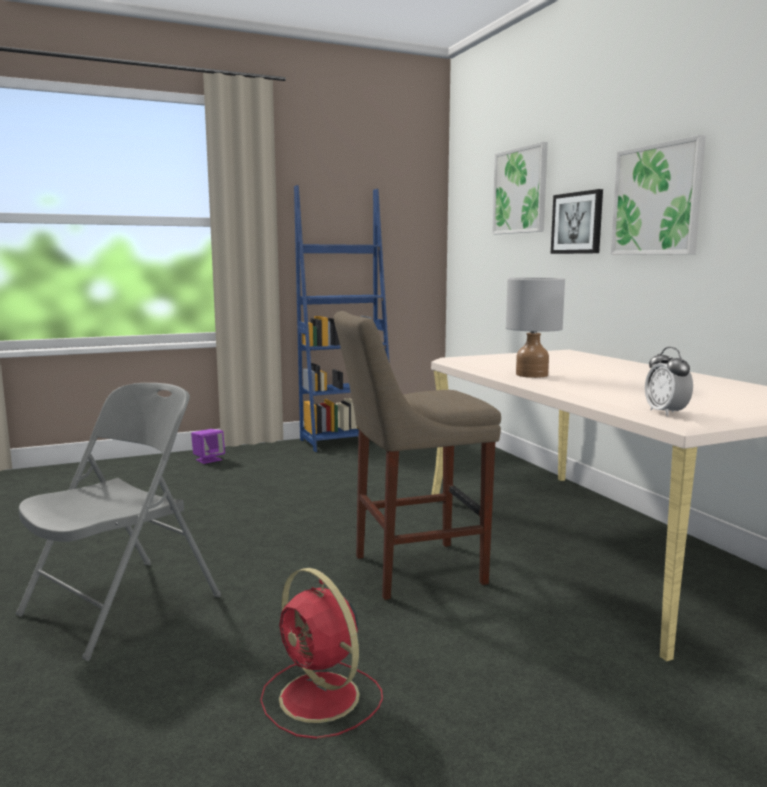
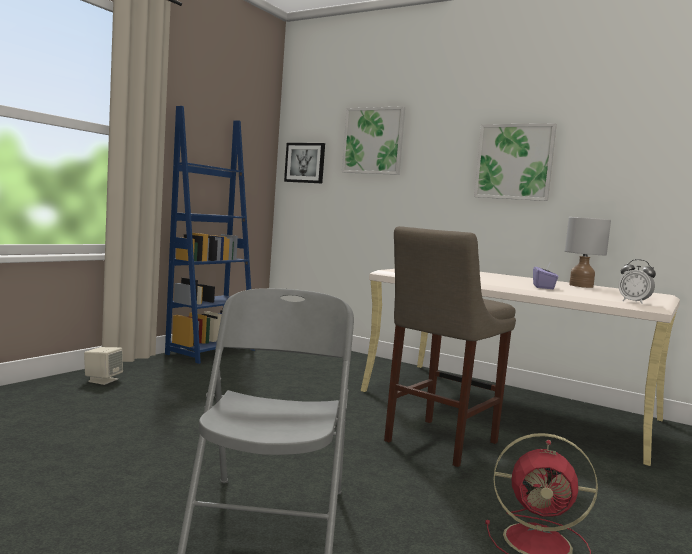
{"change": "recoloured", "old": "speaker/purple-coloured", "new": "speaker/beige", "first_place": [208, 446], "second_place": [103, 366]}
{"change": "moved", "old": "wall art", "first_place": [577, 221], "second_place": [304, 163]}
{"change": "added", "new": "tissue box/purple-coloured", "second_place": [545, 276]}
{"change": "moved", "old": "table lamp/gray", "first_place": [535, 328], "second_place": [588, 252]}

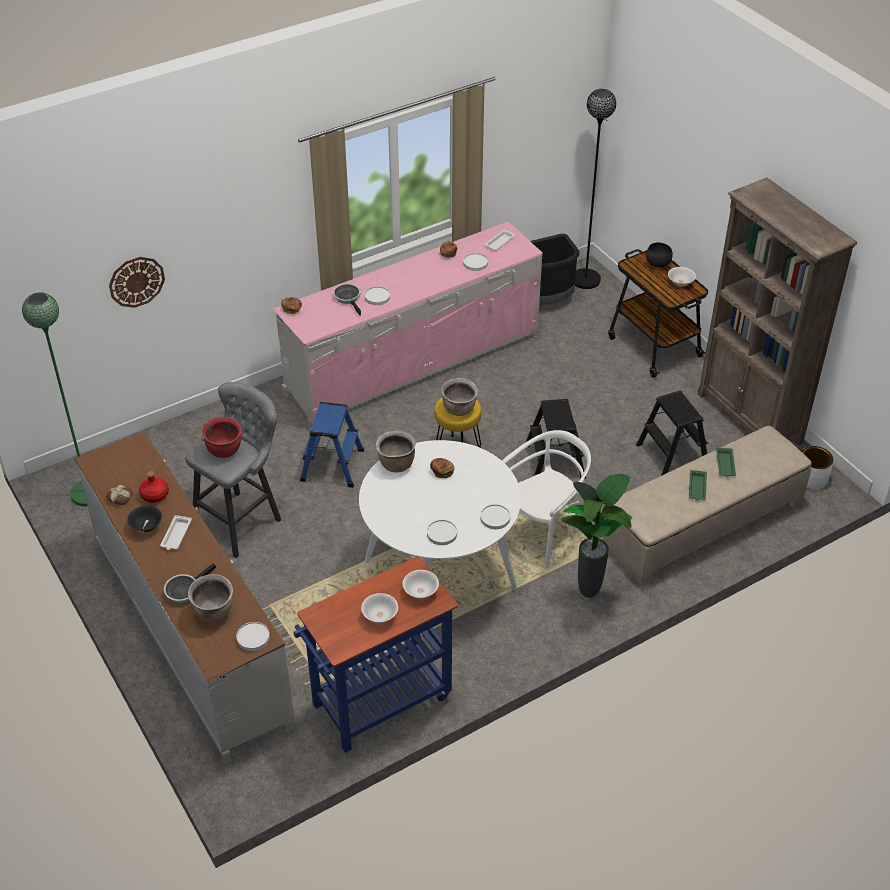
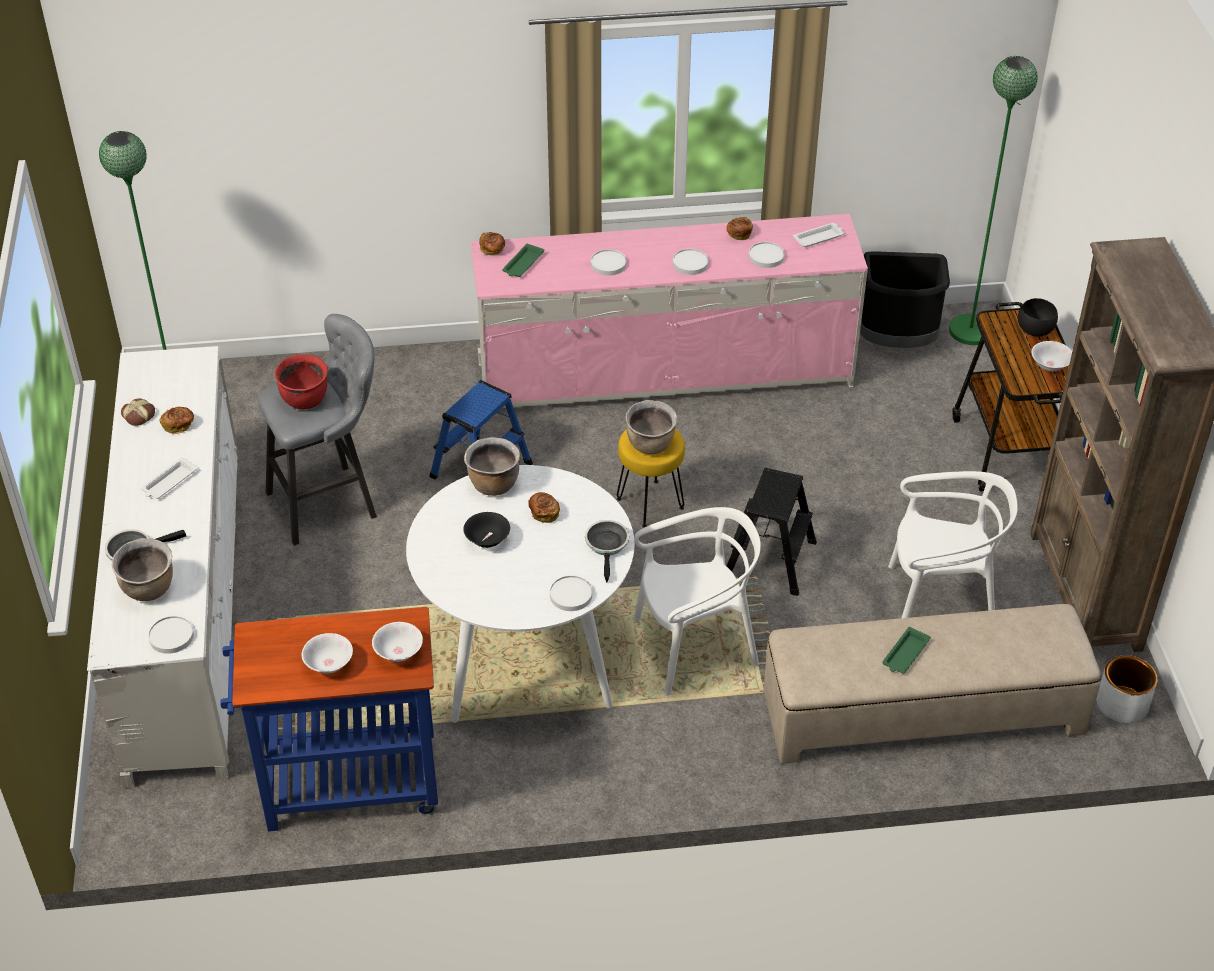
{"change": "recoloured", "old": "storage cabinet/brownish", "new": "storage cabinet/whitish", "first_place": [184, 597], "second_place": [163, 567]}
{"change": "replaced", "old": "beverage bottle/reddish", "new": "bakery bread", "first_place": [154, 487], "second_place": [176, 420]}
{"change": "moved", "old": "deep dish/blackish", "first_place": [144, 518], "second_place": [486, 530]}
{"change": "moved", "old": "serving tray/green-coloured", "first_place": [726, 463], "second_place": [523, 260]}
{"change": "moved", "old": "frying pan", "first_place": [347, 300], "second_place": [607, 551]}
{"change": "moved", "old": "plate/whitish", "first_place": [442, 532], "second_place": [691, 262]}
{"change": "replaced", "old": "step ladder/blackish", "new": "upright chair/whitish", "first_place": [672, 433], "second_place": [953, 544]}
{"change": "recoloured", "old": "standing lamp/blackish", "new": "standing lamp/green-coloured", "first_place": [595, 189], "second_place": [993, 200]}
{"change": "removed", "old": "clock on the wall", "first_place": [137, 282]}
{"change": "removed", "old": "plant in a pot", "first_place": [596, 536]}

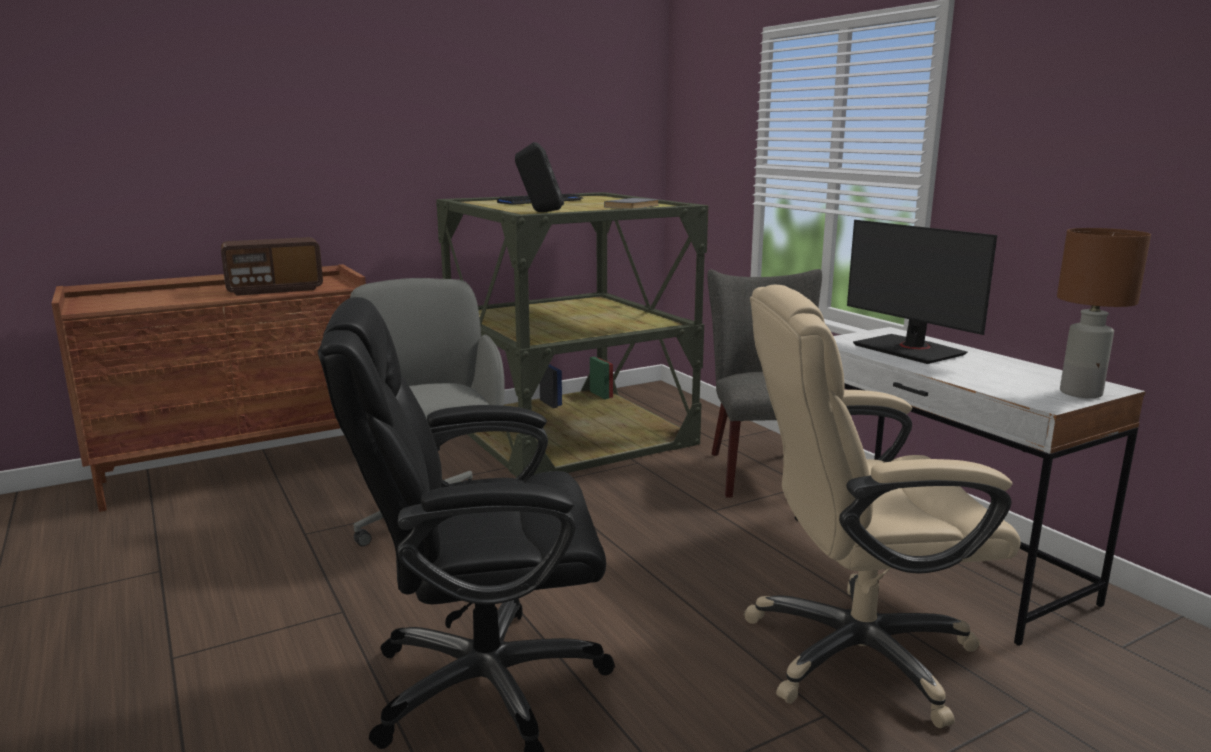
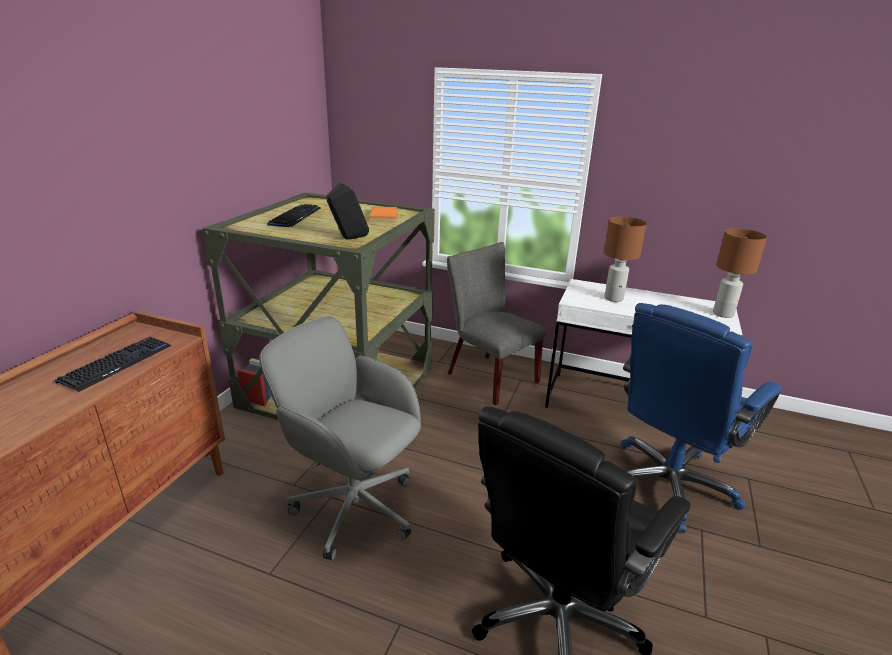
{"change": "replaced", "old": "radio", "new": "PC keyboard", "first_place": [272, 266], "second_place": [113, 364]}
{"change": "recoloured", "old": "bound book/gray", "new": "bound book/orange-coloured", "first_place": [631, 203], "second_place": [383, 214]}
{"change": "replaced", "old": "monitor", "new": "table lamp/brownish", "first_place": [922, 292], "second_place": [625, 259]}
{"change": "recoloured", "old": "office chair/beige", "new": "office chair/bluish", "first_place": [882, 506], "second_place": [702, 418]}

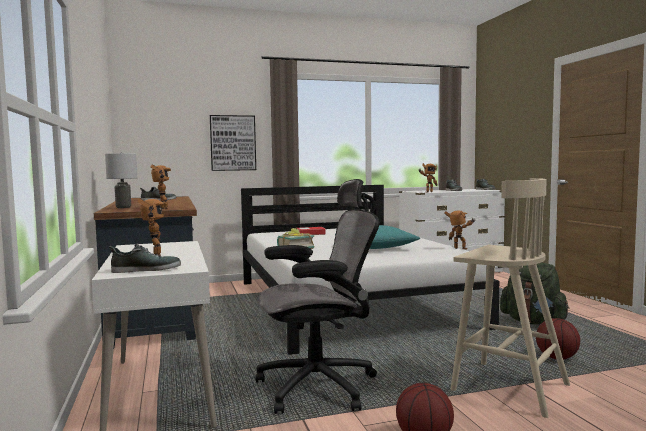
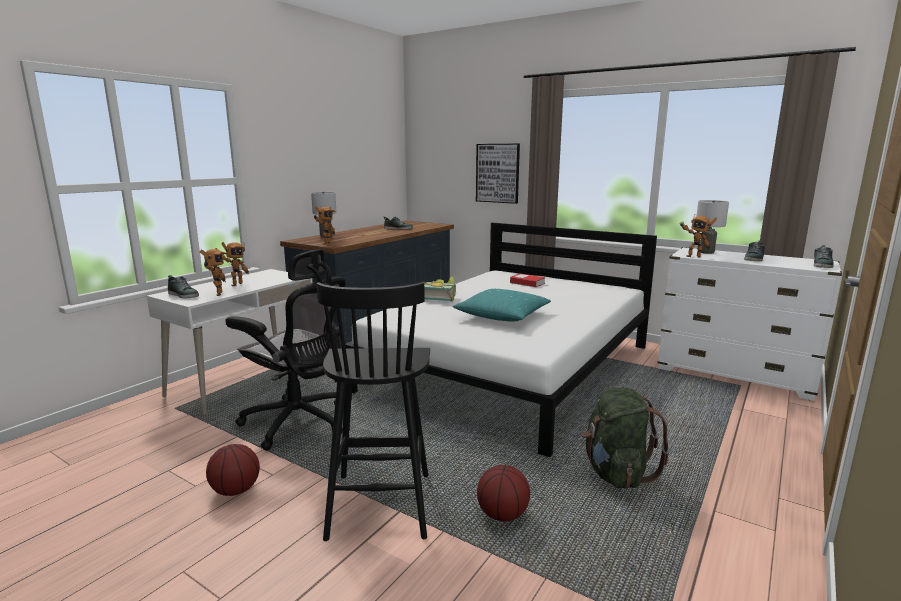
{"change": "moved", "old": "toy robot", "first_place": [459, 229], "second_place": [213, 272]}
{"change": "recoloured", "old": "stool/beige", "new": "stool/blackish", "first_place": [510, 298], "second_place": [373, 411]}
{"change": "added", "new": "table lamp/whitish", "second_place": [712, 227]}

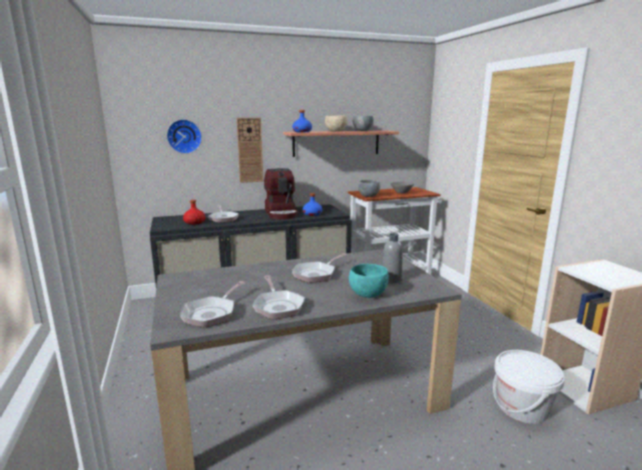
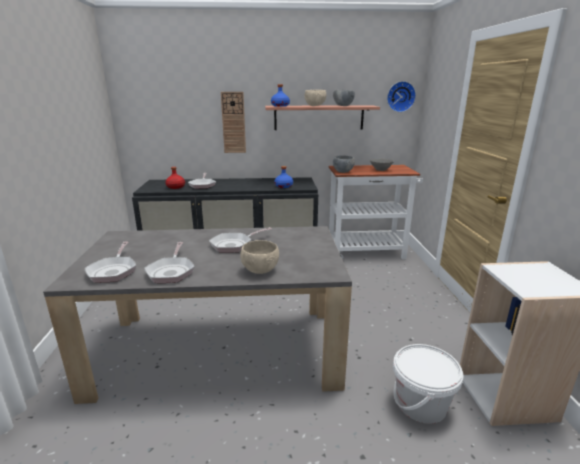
{"change": "turned", "old": "frying pan", "first_place": [212, 304], "second_place": [110, 262], "degrees": -45}
{"change": "recoloured", "old": "deep dish/blue-green", "new": "deep dish/beige", "first_place": [369, 281], "second_place": [259, 257]}
{"change": "moved", "old": "clock on the wall", "first_place": [184, 136], "second_place": [401, 96]}
{"change": "removed", "old": "coffee machine", "first_place": [281, 194]}
{"change": "removed", "old": "beverage bottle/gray", "first_place": [392, 258]}

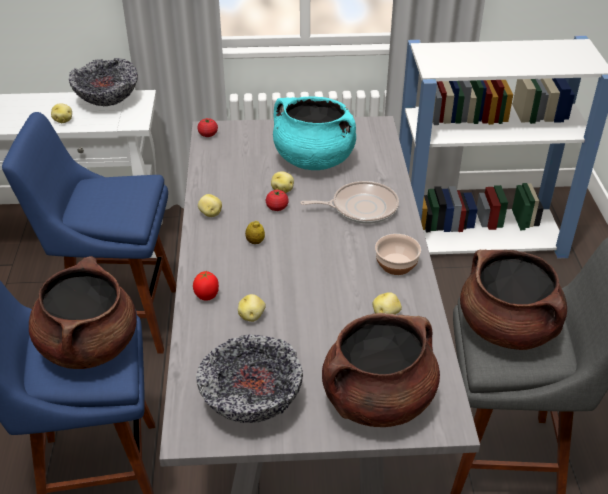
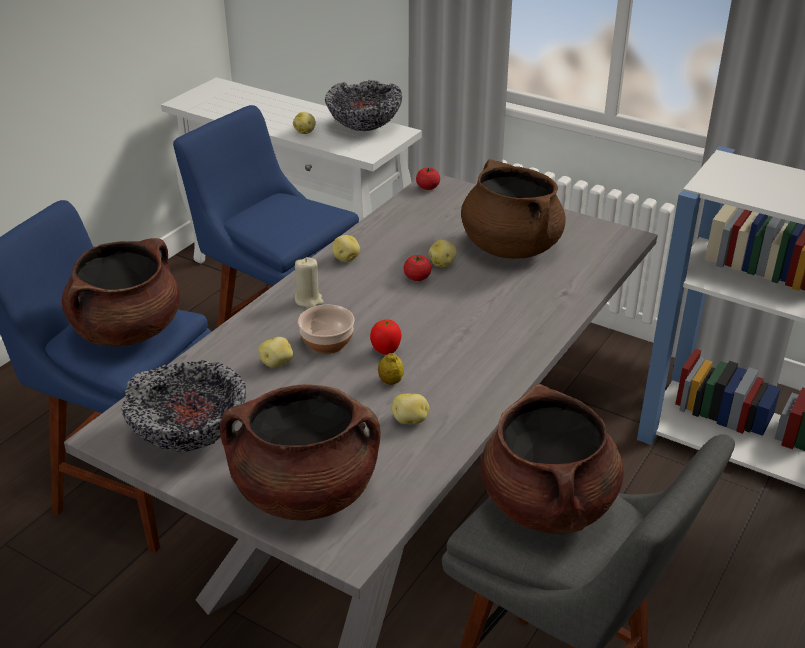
{"change": "added", "new": "wax candle/beige", "second_place": [309, 282]}
{"change": "moved", "old": "deep dish", "first_place": [398, 254], "second_place": [326, 329]}
{"change": "moved", "old": "whole tomato", "first_place": [206, 286], "second_place": [385, 337]}
{"change": "moved", "old": "lemon", "first_place": [255, 232], "second_place": [391, 369]}
{"change": "recoloured", "old": "cooking pot/blue-green", "new": "cooking pot/brownish", "first_place": [314, 133], "second_place": [513, 209]}
{"change": "removed", "old": "frying pan", "first_place": [349, 202]}

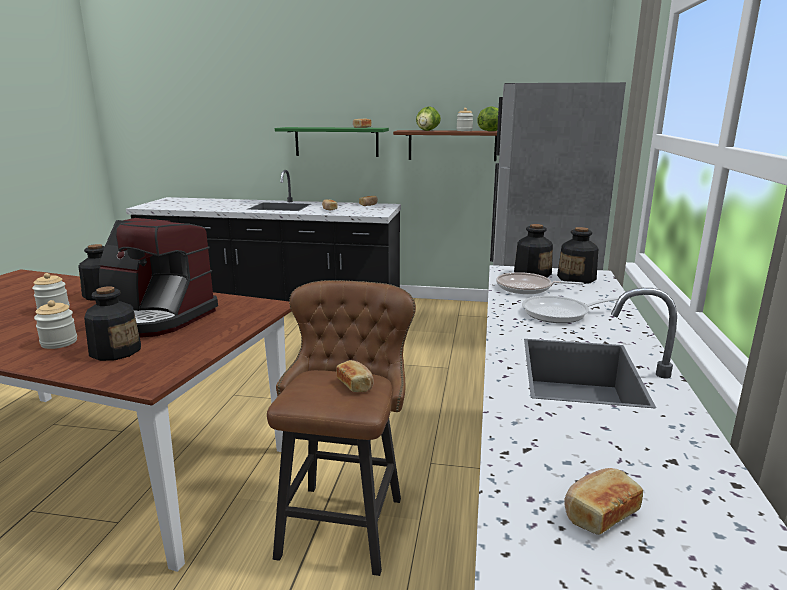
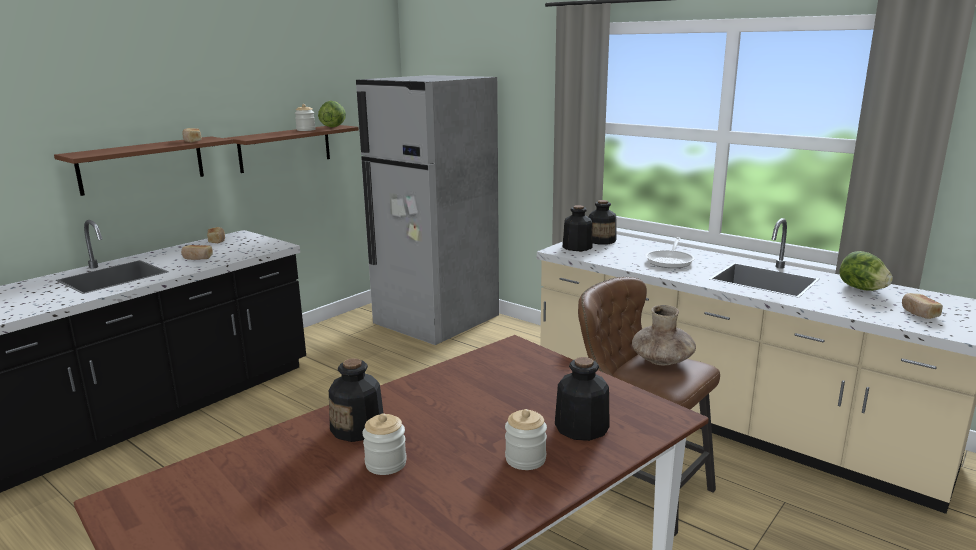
{"change": "recoloured", "old": "shelf/green-coloured", "new": "shelf/brownish", "first_place": [332, 142], "second_place": [143, 166]}
{"change": "replaced", "old": "bakery bread", "new": "vase/brownish", "first_place": [355, 376], "second_place": [664, 335]}
{"change": "moved", "old": "lettuce head", "first_place": [428, 118], "second_place": [866, 271]}
{"change": "removed", "old": "coffee machine", "first_place": [158, 278]}
{"change": "removed", "old": "frying pan", "first_place": [540, 283]}

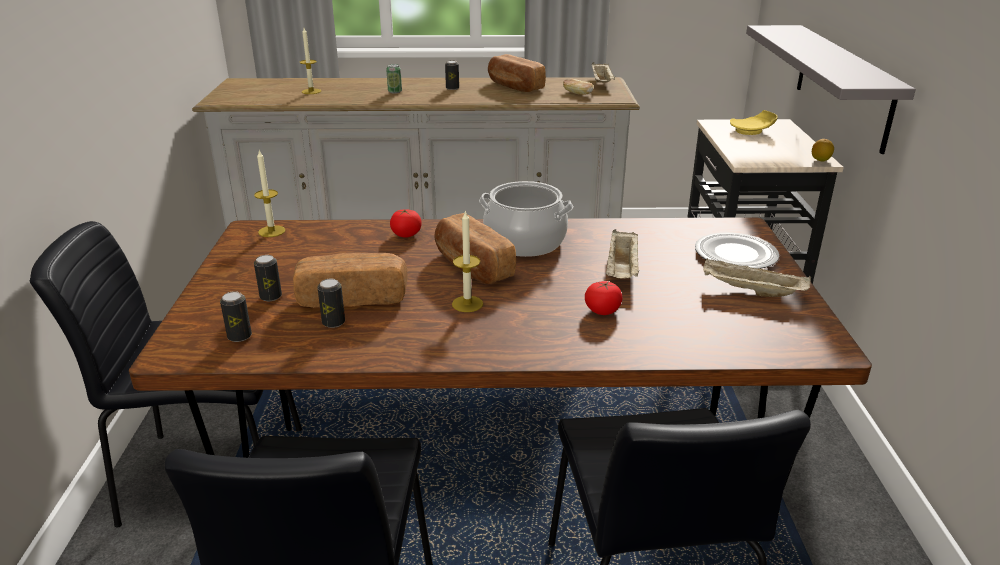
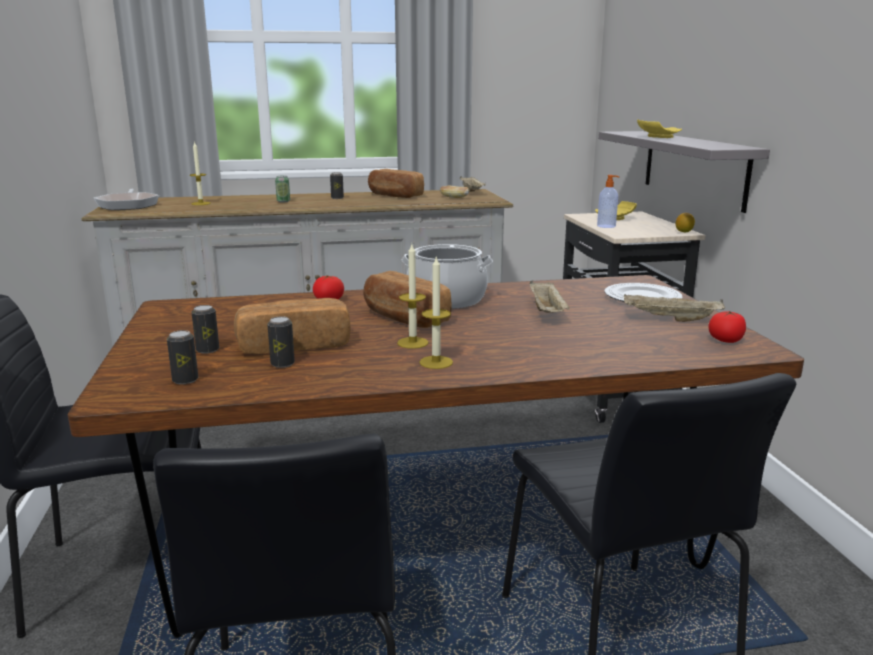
{"change": "added", "new": "frying pan", "second_place": [126, 199]}
{"change": "moved", "old": "wax candle", "first_place": [269, 194], "second_place": [436, 312]}
{"change": "added", "new": "soap dispenser", "second_place": [608, 201]}
{"change": "added", "new": "plate/yellow-coloured", "second_place": [659, 128]}
{"change": "moved", "old": "whole tomato", "first_place": [604, 298], "second_place": [727, 327]}

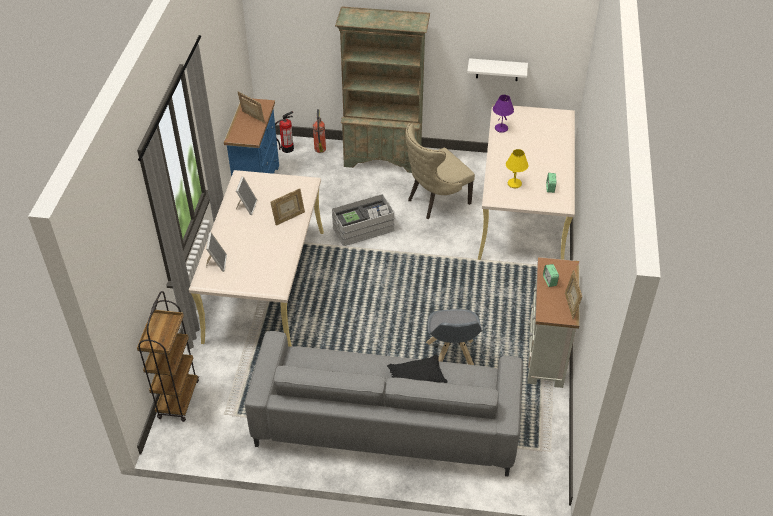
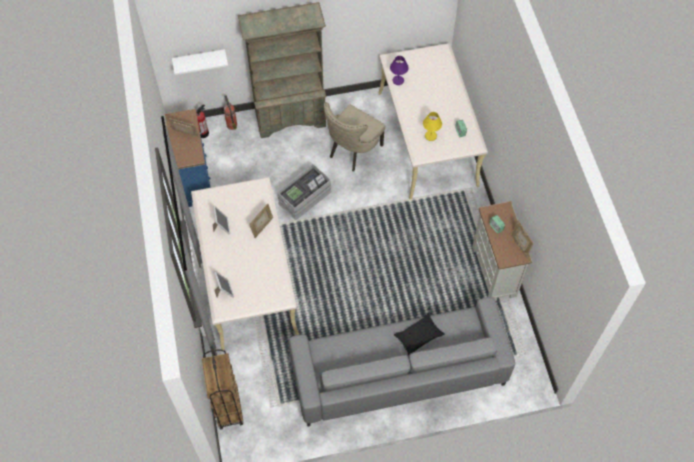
{"change": "moved", "old": "shelf/whitish", "first_place": [497, 69], "second_place": [200, 62]}
{"change": "removed", "old": "upright chair/gray", "first_place": [454, 337]}

